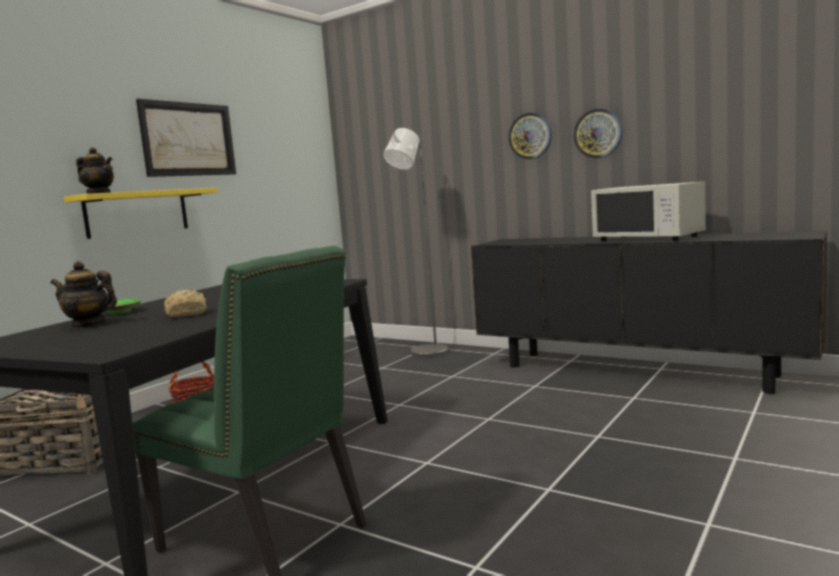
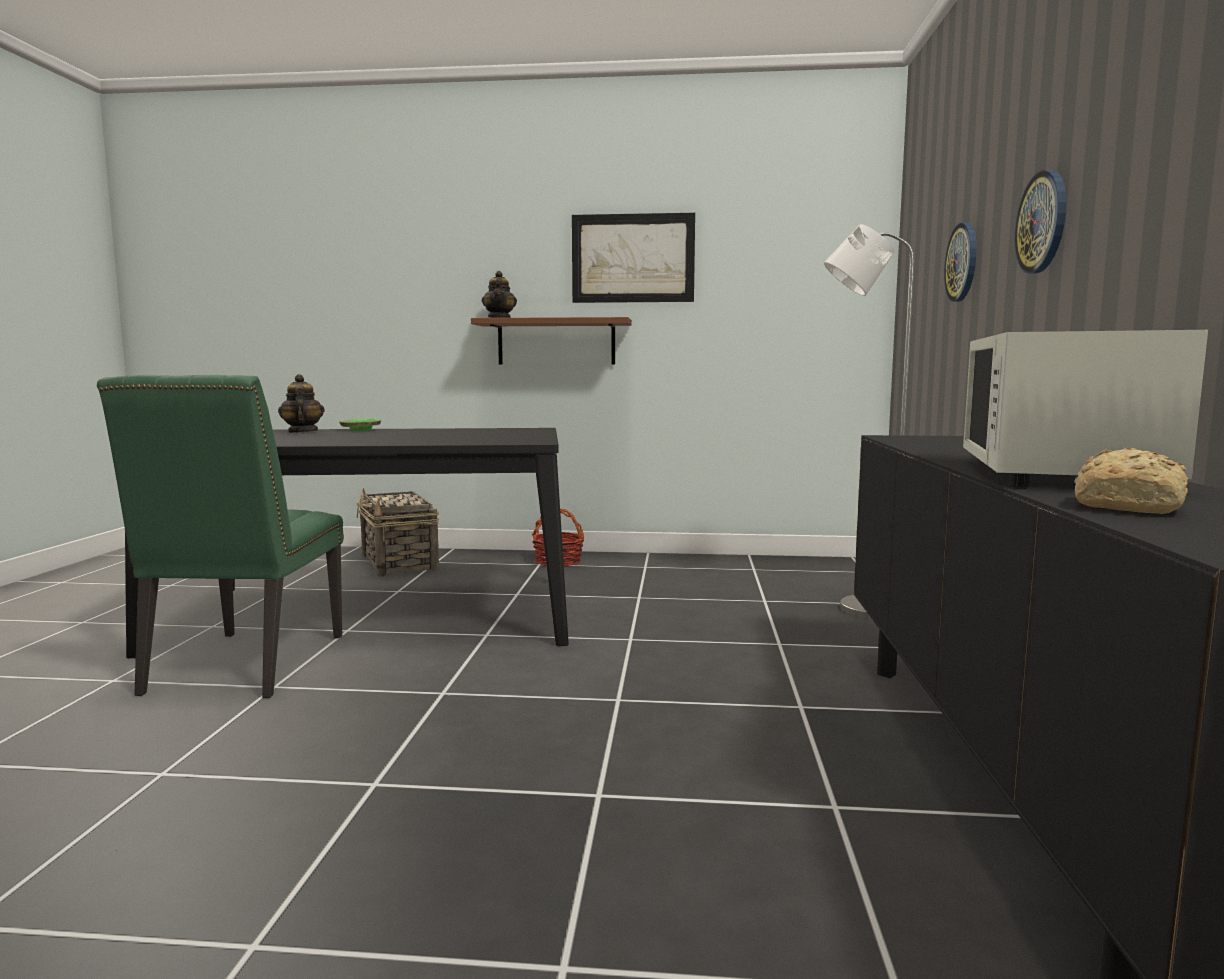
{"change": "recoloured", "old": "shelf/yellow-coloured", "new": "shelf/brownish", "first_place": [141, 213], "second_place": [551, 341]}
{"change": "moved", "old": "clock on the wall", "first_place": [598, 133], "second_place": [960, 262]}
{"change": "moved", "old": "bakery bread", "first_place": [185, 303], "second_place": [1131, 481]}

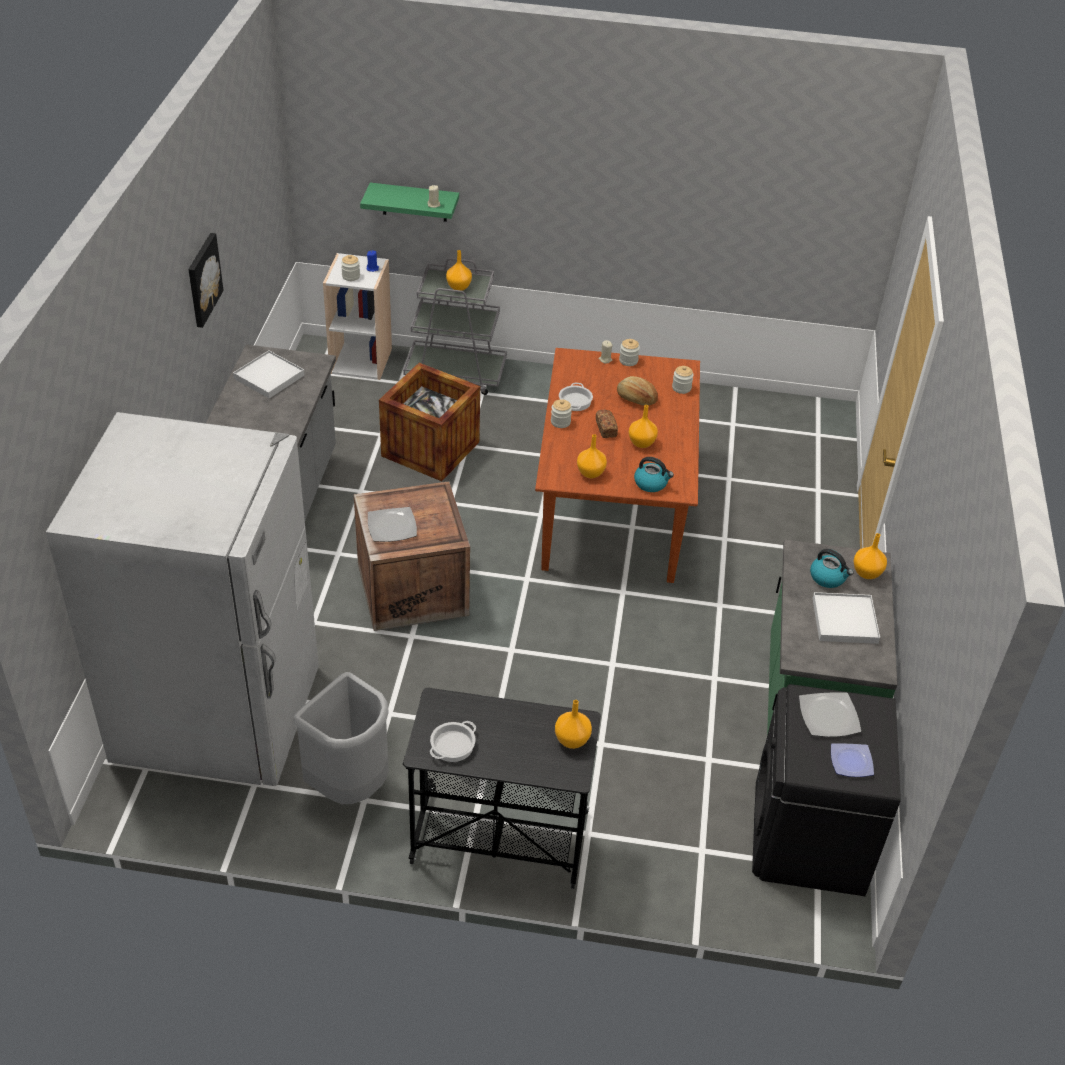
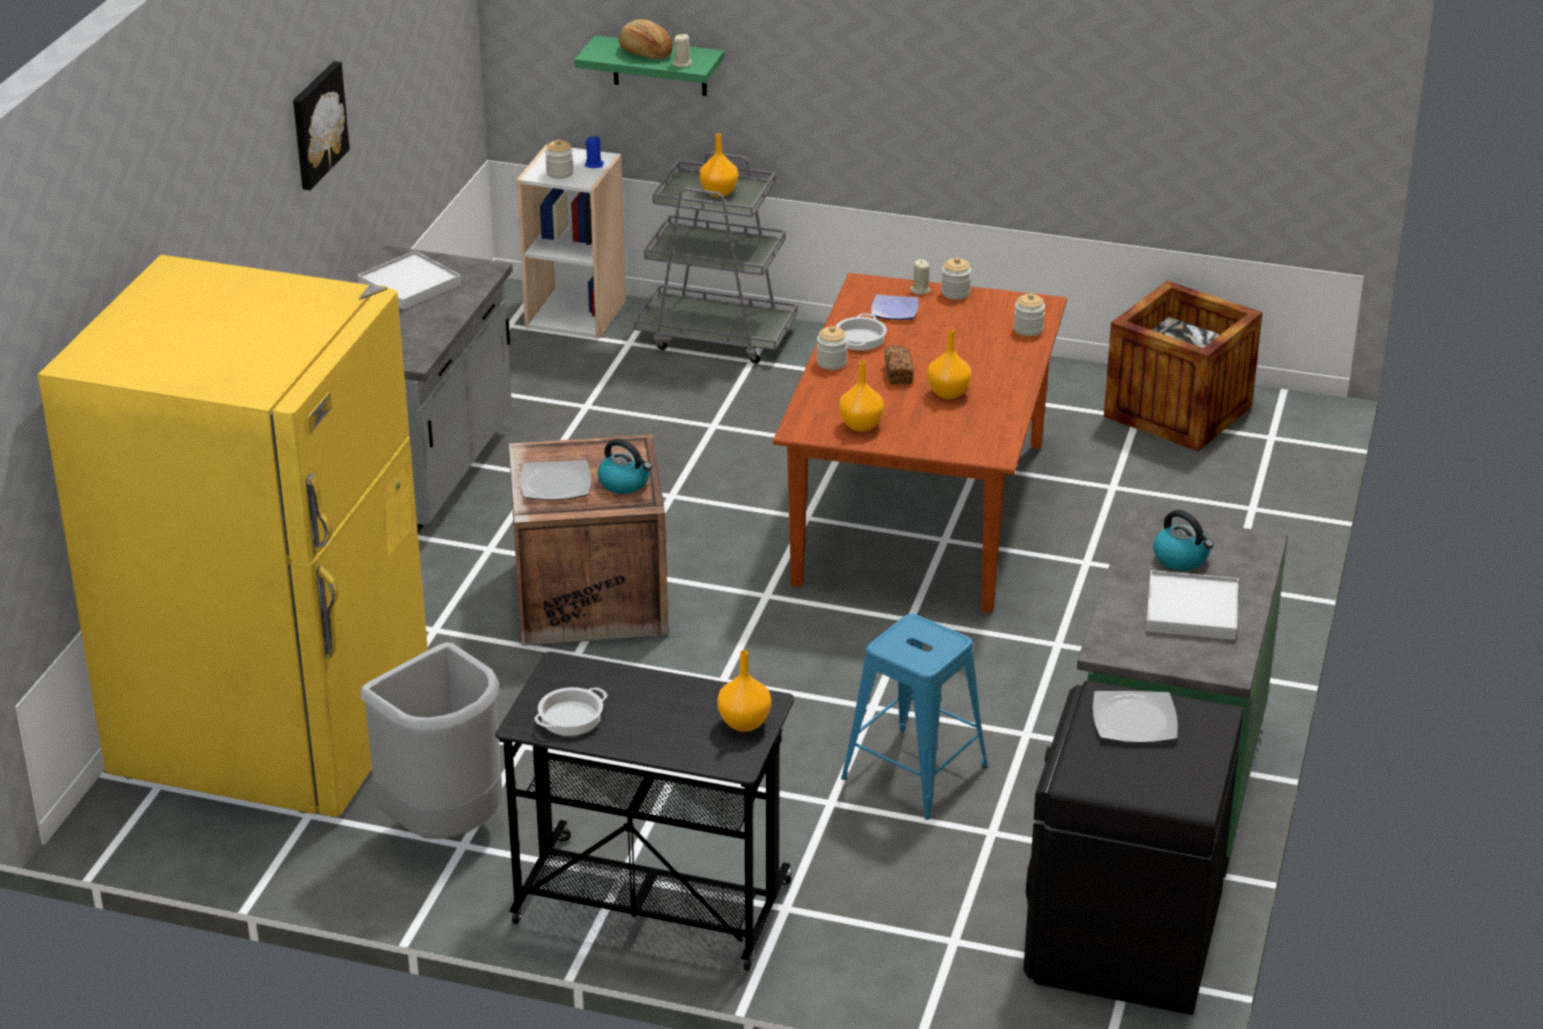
{"change": "recoloured", "old": "refrigerator/whitish", "new": "refrigerator/yellow-coloured", "first_place": [182, 599], "second_place": [233, 536]}
{"change": "moved", "old": "water kettle", "first_place": [654, 474], "second_place": [625, 466]}
{"change": "moved", "old": "bakery bread", "first_place": [637, 390], "second_place": [646, 39]}
{"change": "added", "new": "stool/bluish", "second_place": [914, 716]}
{"change": "moved", "old": "plate", "first_place": [852, 760], "second_place": [895, 307]}
{"change": "moved", "old": "crate", "first_place": [429, 422], "second_place": [1183, 366]}
{"change": "removed", "old": "vase/orange-coloured", "first_place": [870, 556]}

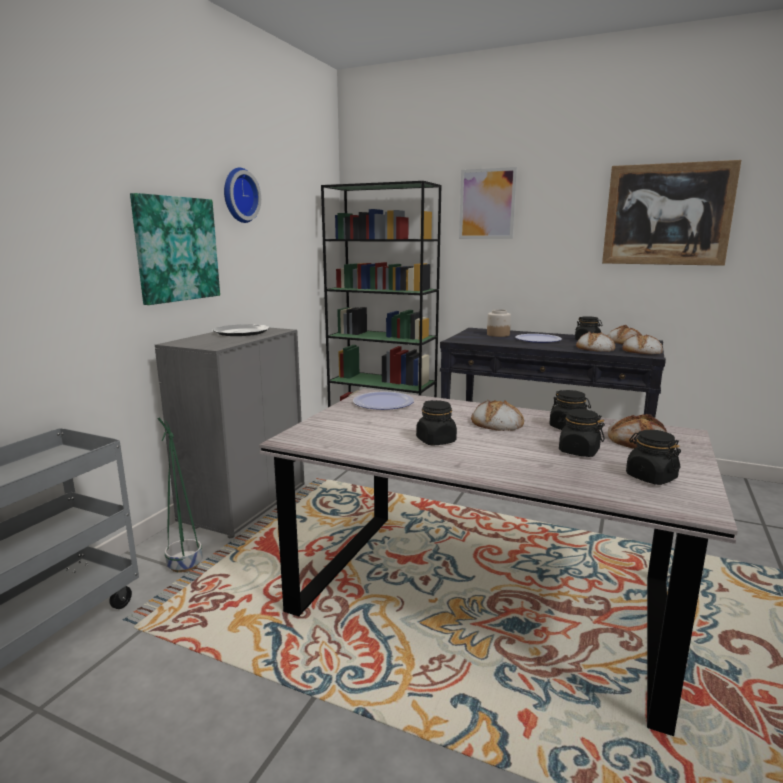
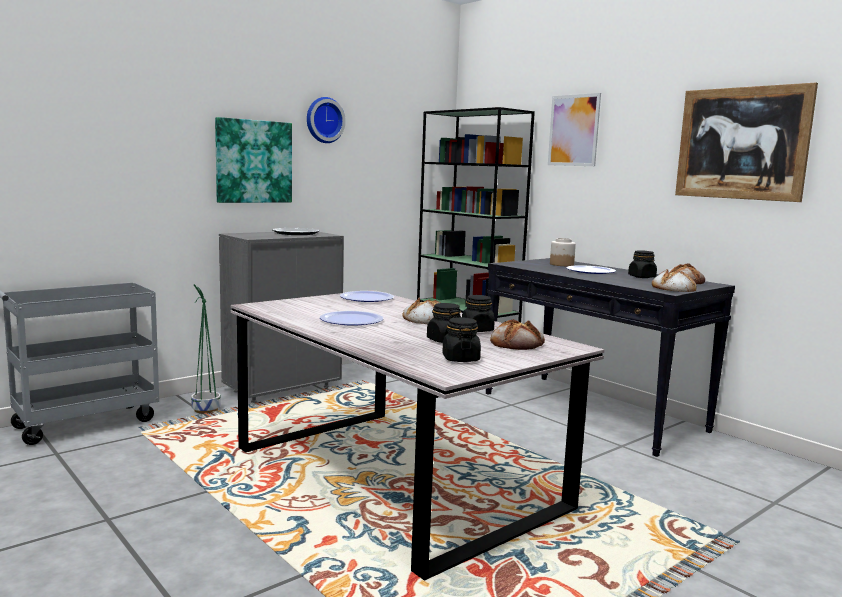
{"change": "replaced", "old": "preserve jar/blackish", "new": "plate", "first_place": [436, 423], "second_place": [351, 318]}
{"change": "removed", "old": "bakery bread", "first_place": [595, 341]}

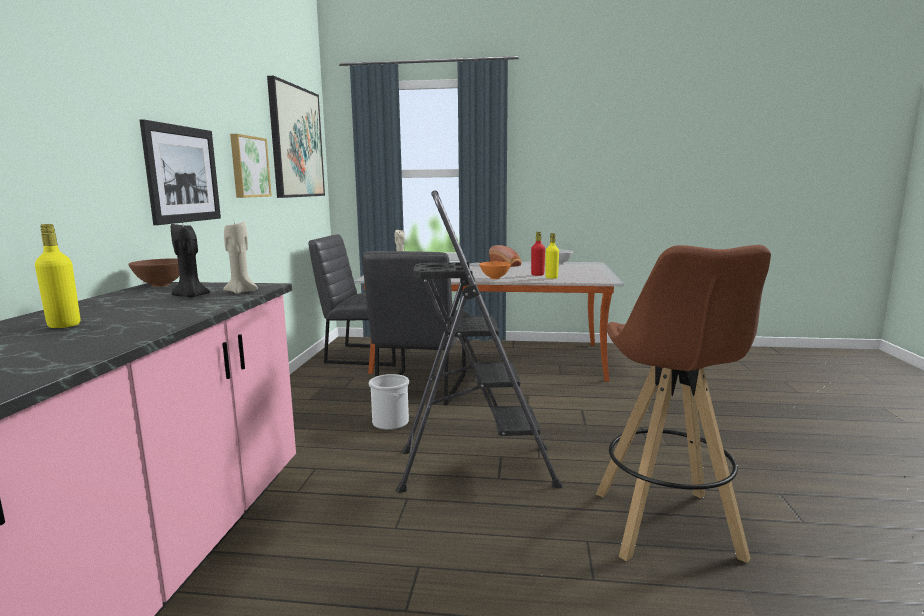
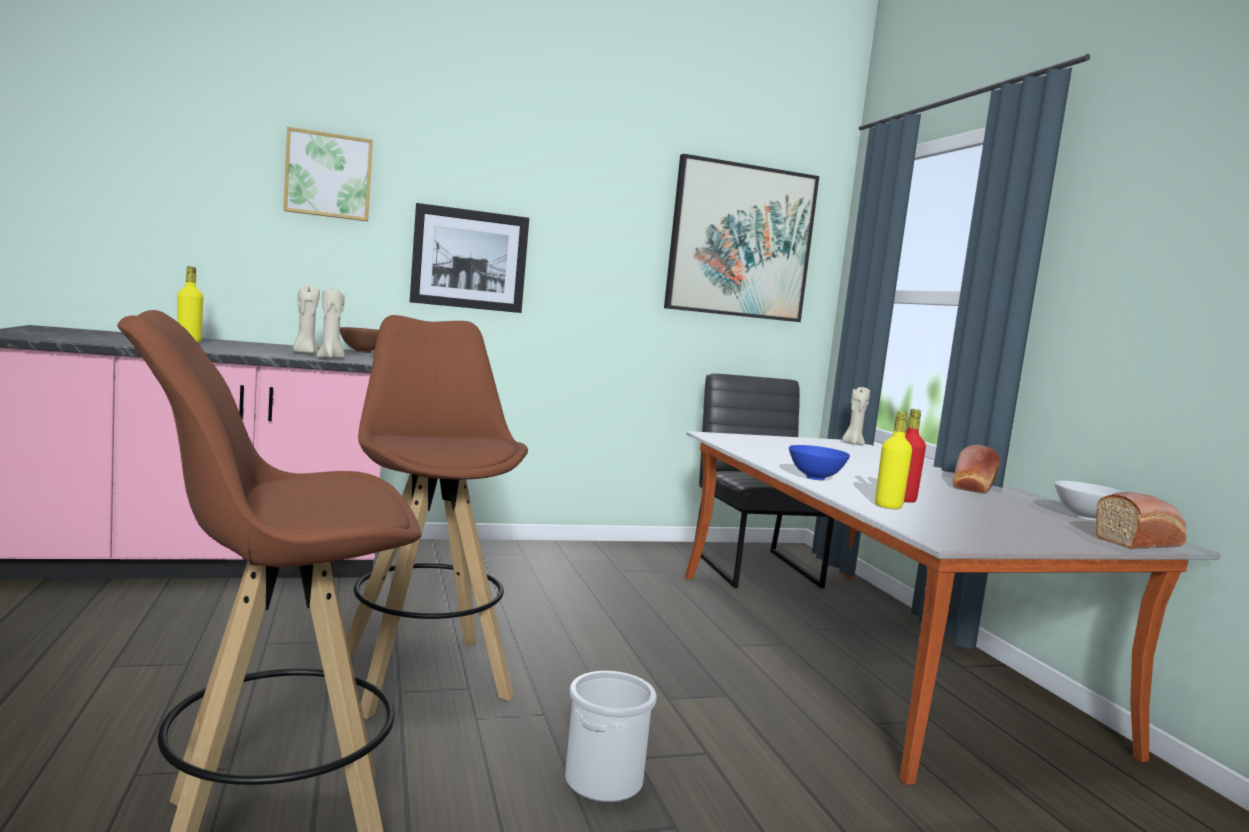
{"change": "moved", "old": "wall art", "first_place": [251, 166], "second_place": [328, 174]}
{"change": "recoloured", "old": "wax candle/blackish", "new": "wax candle/beige", "first_place": [190, 259], "second_place": [306, 319]}
{"change": "replaced", "old": "step ladder", "new": "stool/brownish", "first_place": [479, 341], "second_place": [437, 517]}
{"change": "moved", "old": "bucket", "first_place": [389, 402], "second_place": [611, 737]}
{"change": "recoloured", "old": "deep dish/orange-coloured", "new": "deep dish/bluish", "first_place": [495, 270], "second_place": [819, 462]}
{"change": "added", "new": "bakery bread", "second_place": [1141, 520]}
{"change": "removed", "old": "upright chair/gray", "first_place": [415, 328]}

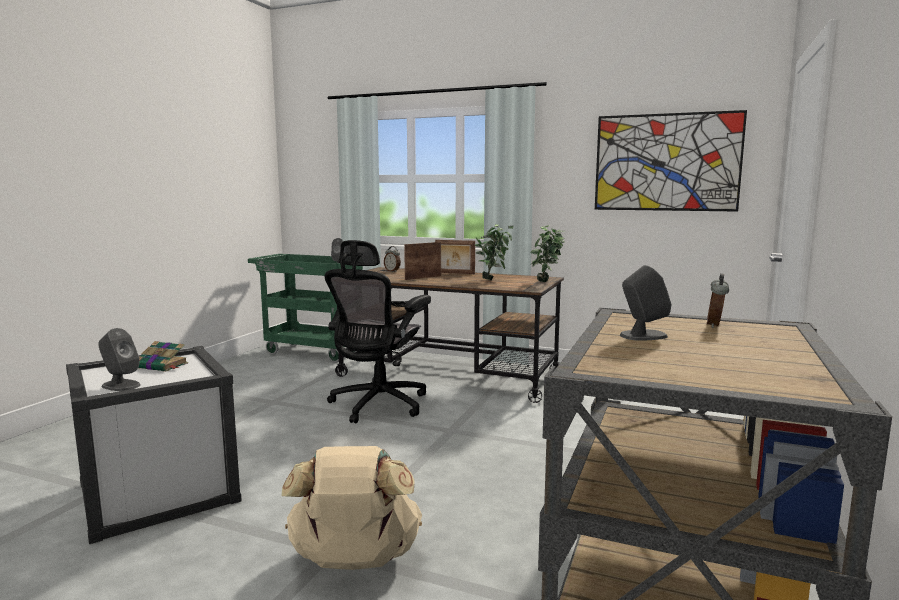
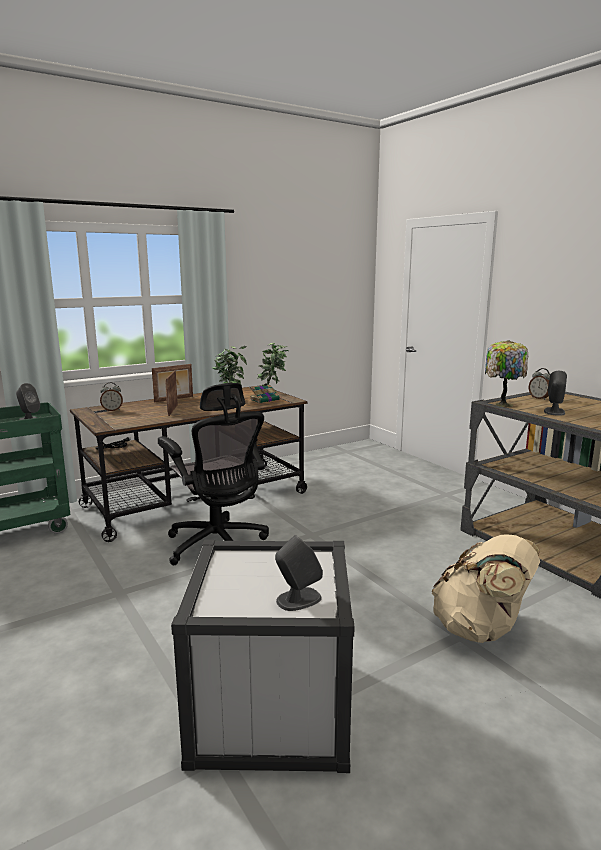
{"change": "moved", "old": "bound book", "first_place": [163, 356], "second_place": [265, 394]}
{"change": "added", "new": "table lamp", "second_place": [506, 373]}
{"change": "removed", "old": "wall art", "first_place": [671, 161]}

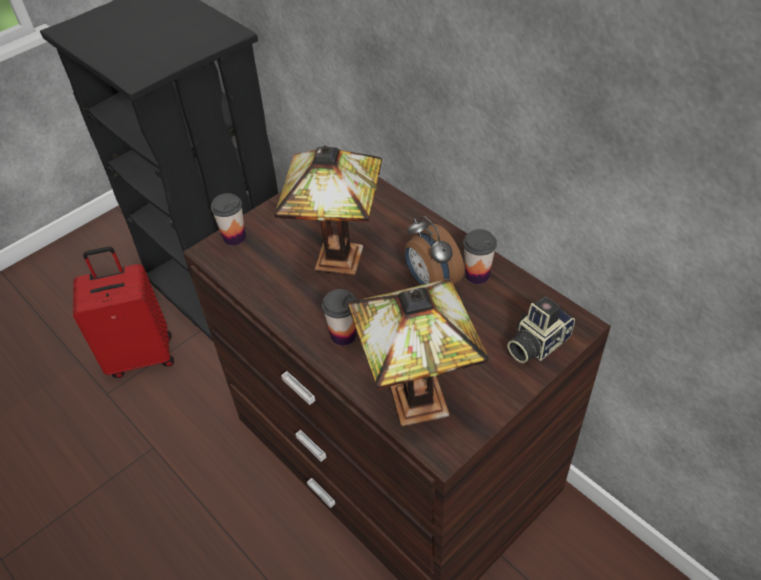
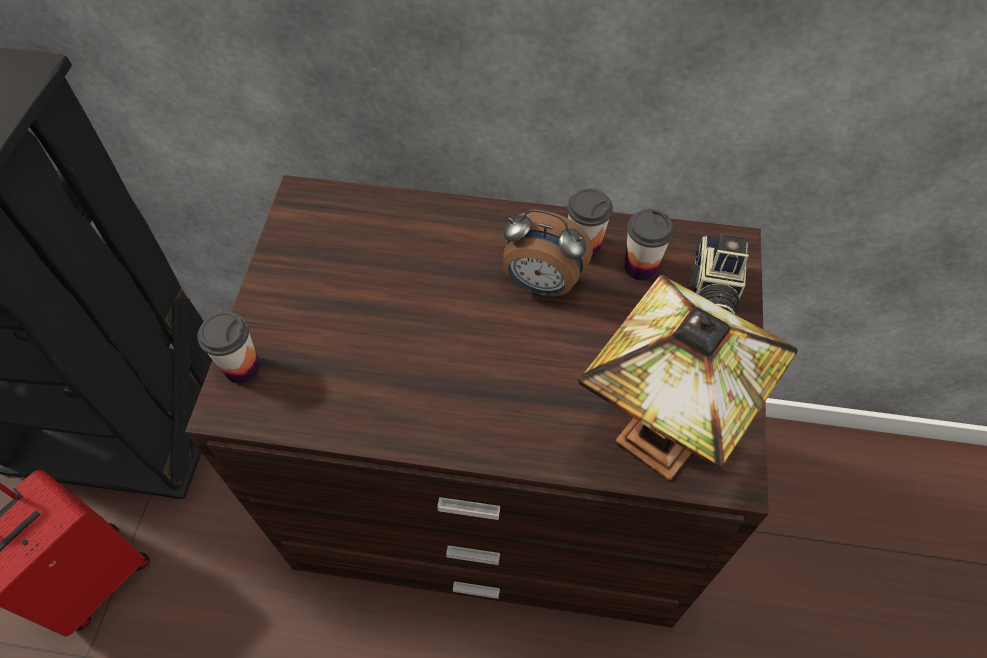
{"change": "moved", "old": "drinking cup", "first_place": [339, 317], "second_place": [649, 245]}
{"change": "removed", "old": "table lamp", "first_place": [328, 210]}

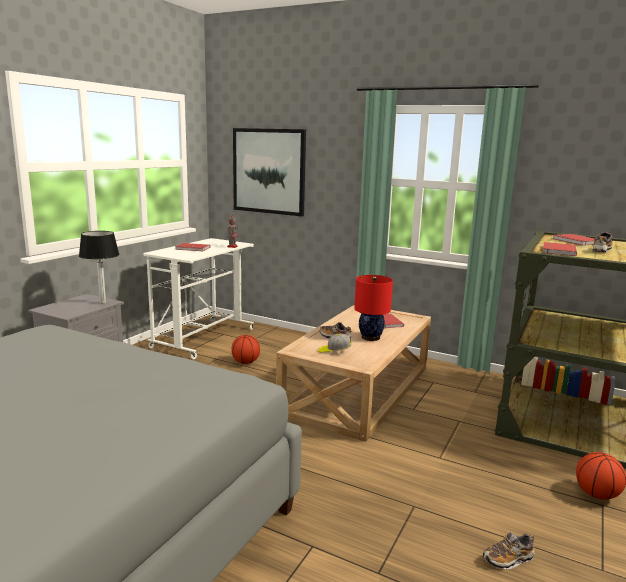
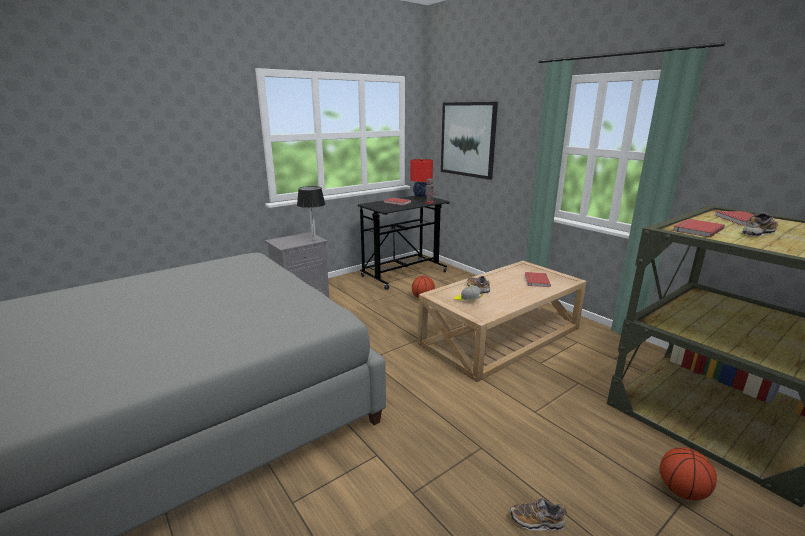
{"change": "recoloured", "old": "desk/whitish", "new": "desk/blackish", "first_place": [198, 298], "second_place": [404, 243]}
{"change": "moved", "old": "table lamp/reddish", "first_place": [373, 308], "second_place": [421, 179]}

